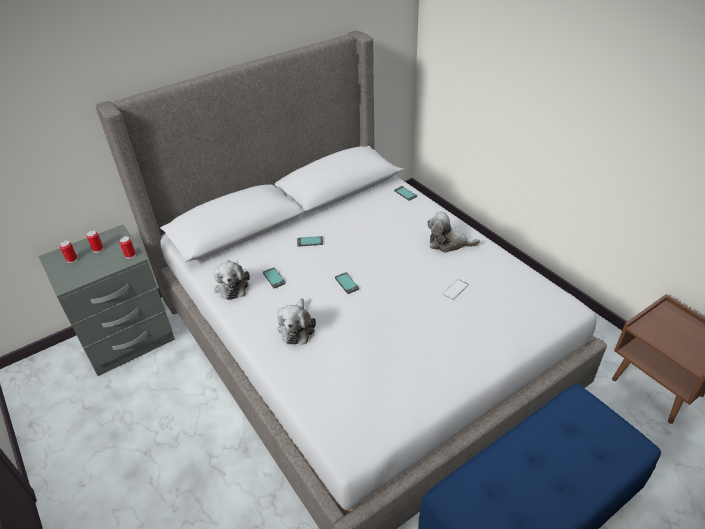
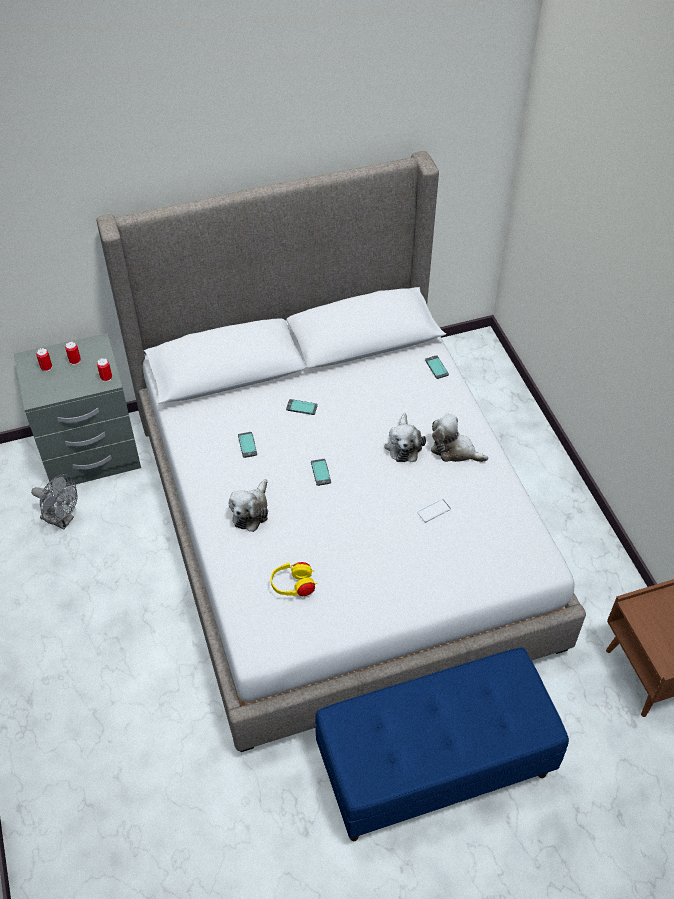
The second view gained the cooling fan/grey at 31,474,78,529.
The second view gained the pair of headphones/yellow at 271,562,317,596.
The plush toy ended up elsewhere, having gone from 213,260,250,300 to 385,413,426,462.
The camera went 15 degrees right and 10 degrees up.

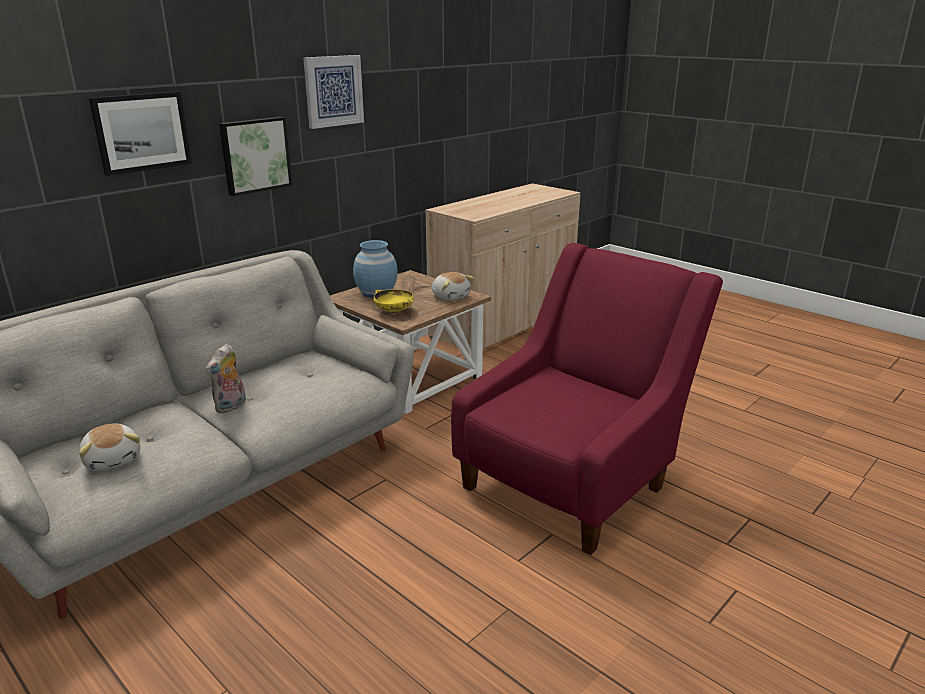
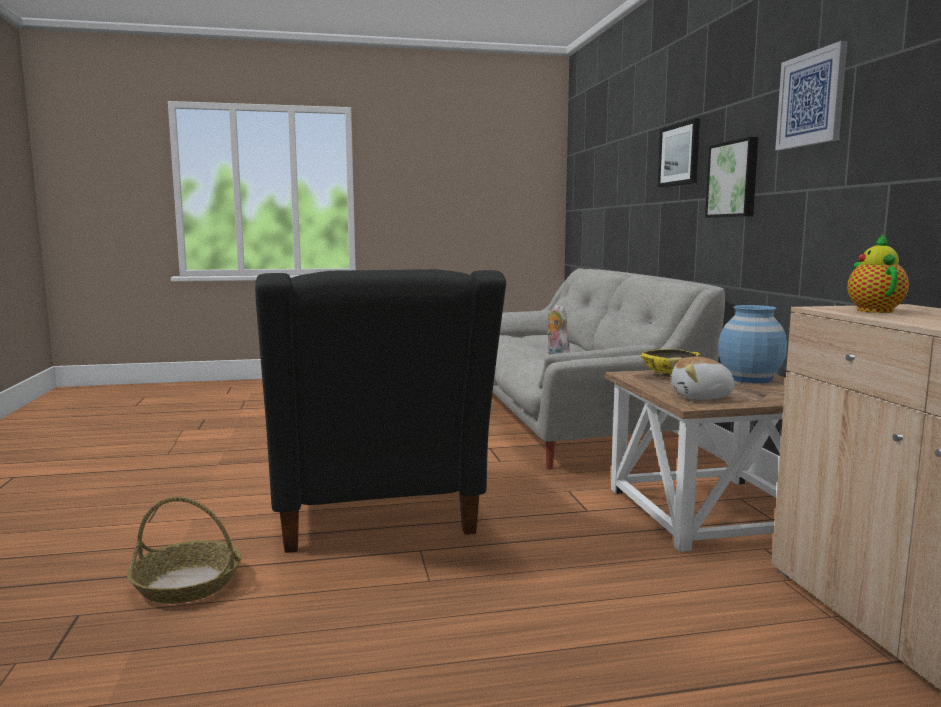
The second view lost the plush toy at 79,423,140,471.
The second view gained the storage basket at 127,497,242,604.
The second view gained the pot for tea at 847,234,909,313.
What was the lounge chair/reddish at 451,243,723,555 turned into the lounge chair/black at 255,269,506,553.
The camera went 125 degrees right and 15 degrees down.

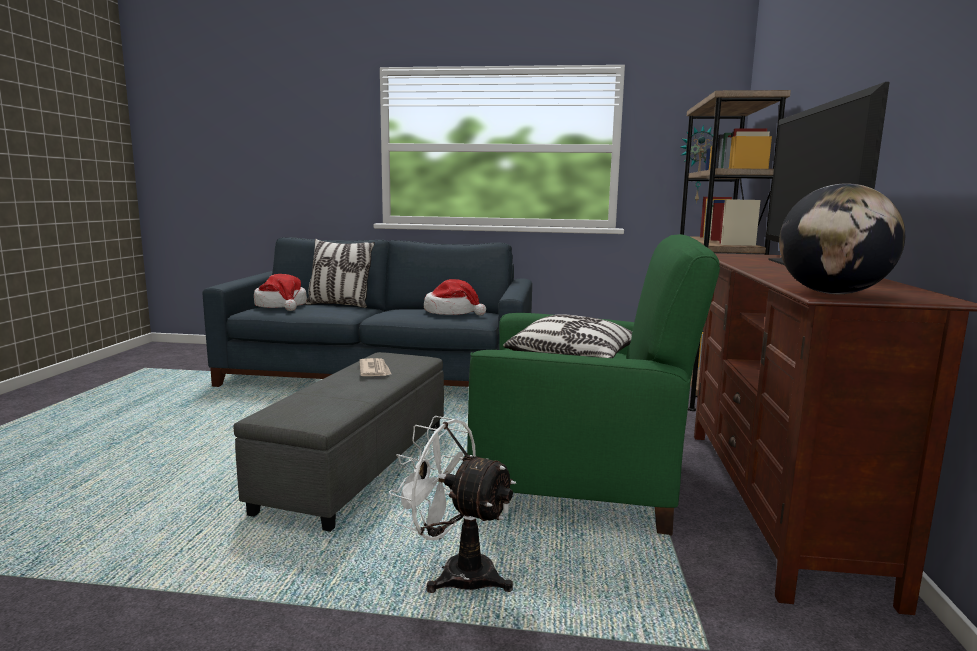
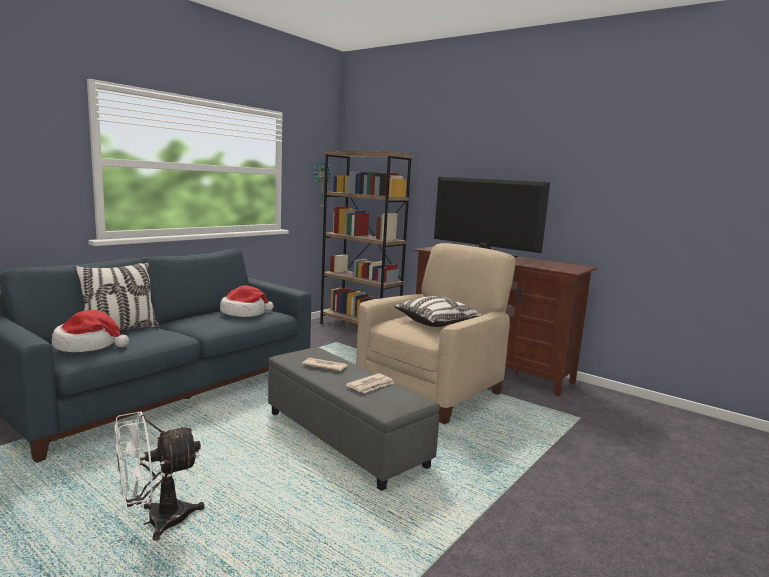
The second view lost the world globe at 779,183,905,294.
The second view gained the newspaper at 346,373,394,393.
The cooling fan/white ended up elsewhere, having gone from 389,416,516,593 to 115,411,205,541.
What was the lounge chair/green-coloured at 467,234,720,535 turned into the lounge chair/sand-coloured at 356,243,516,424.
The camera went 60 degrees left and 0 degrees up.

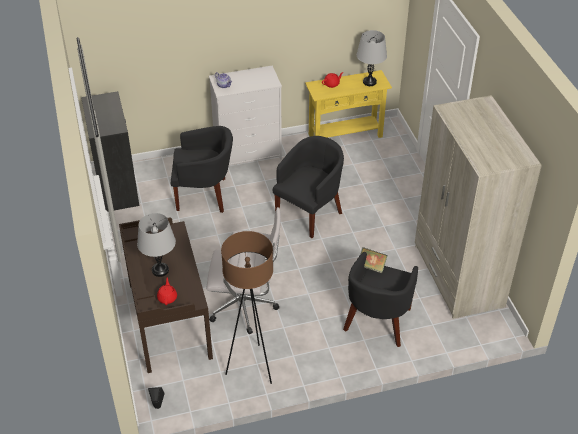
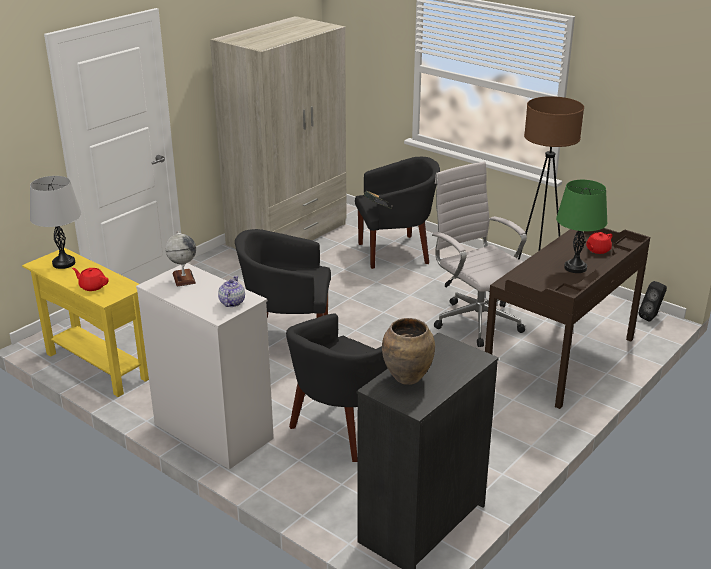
The second view gained the world globe at 165,231,196,287.
The second view gained the vase/brown-coloured at 382,318,435,385.
What was the lamp for a table/grey at 137,213,176,277 turned into the lamp for a table/green-coloured at 556,180,607,273.
The lounge chair/black at 170,126,233,213 ended up facing another way, 105 degrees counterclockwise from before.
The camera went 125 degrees left and 15 degrees down.

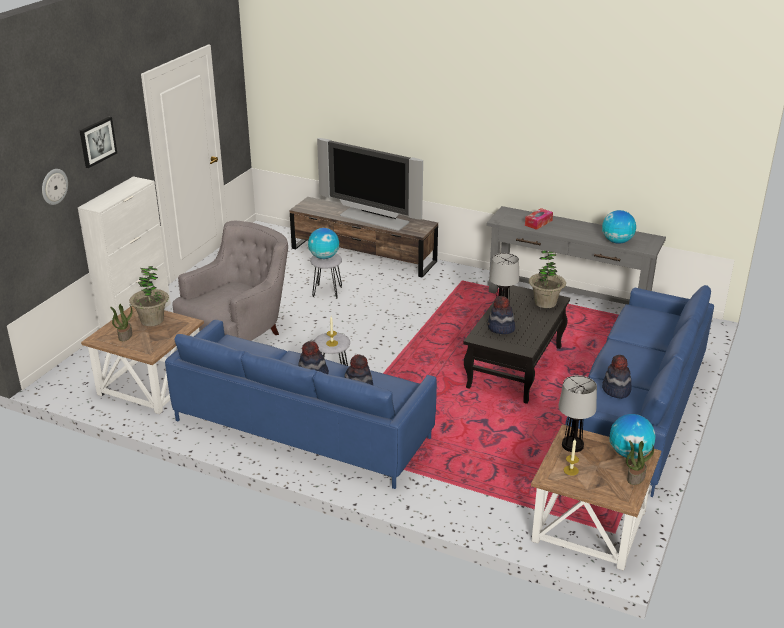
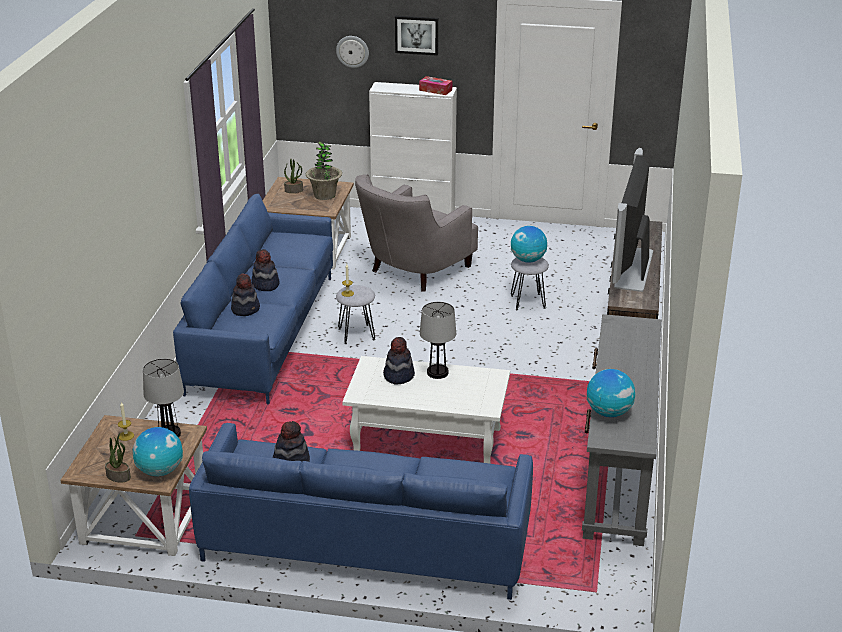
The second view lost the potted plant at 529,251,566,308.
The tissue holder ended up elsewhere, having gone from 525,208,553,230 to 419,76,452,95.
What was the low table/black at 463,285,570,404 turned into the low table/white at 342,356,510,464.
The lounge chair/grey at 172,221,288,341 ended up facing another way, 105 degrees clockwise from before.
The camera went 75 degrees right and 0 degrees up.

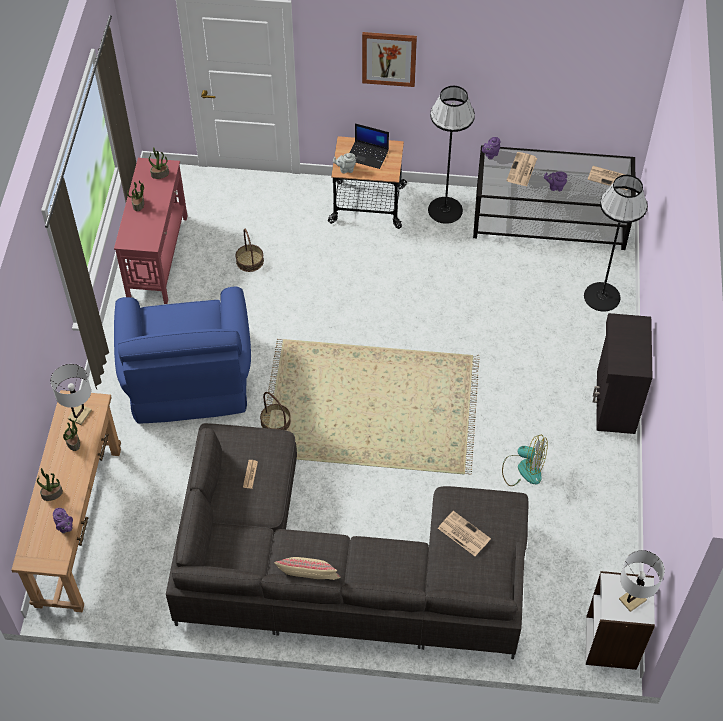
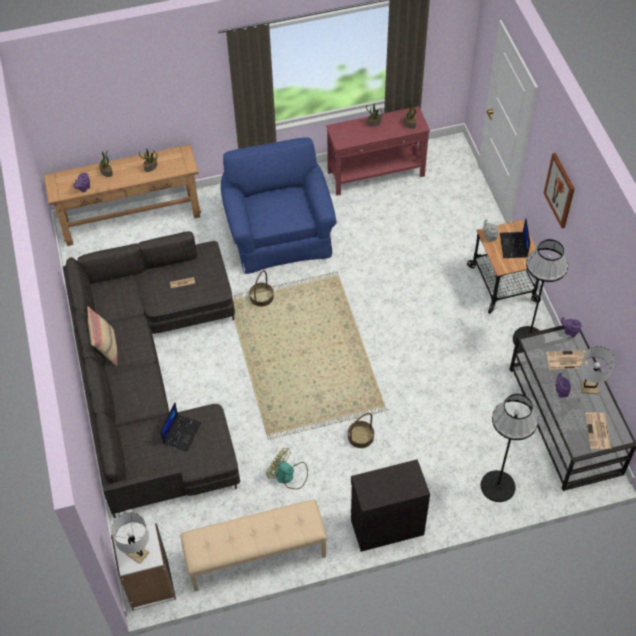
The second view gained the bench/sand-coloured at 180,500,327,591.
The lamp for a table/white ended up elsewhere, having gone from 50,364,92,425 to 580,346,615,394.
The storage basket ended up elsewhere, having gone from 235,228,264,272 to 348,413,374,448.
Where the newspaper stood at 438,511,491,556, the notebook computer came to stand at 160,403,201,451.
The lounge chair/blue-coloured at 114,287,251,423 ended up facing another way, 105 degrees clockwise from before.
The cooling fan at 502,434,548,486 ended up facing another way, 120 degrees clockwise from before.
The camera went 70 degrees right and 0 degrees up.

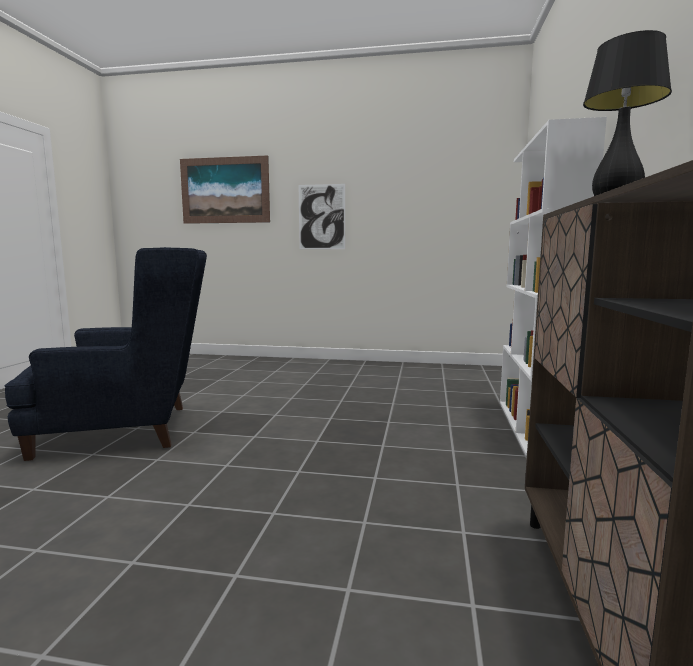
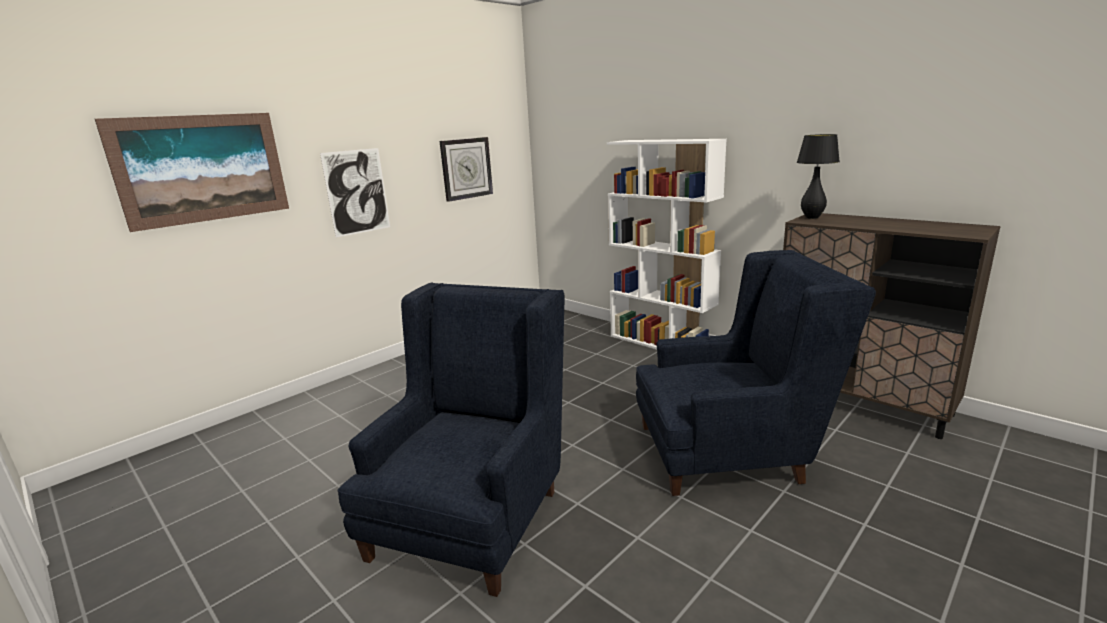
The second view gained the hanging clock at 440,137,493,202.
The second view gained the lounge chair/blue-coloured at 636,250,876,496.
The camera went 55 degrees left and 10 degrees up.

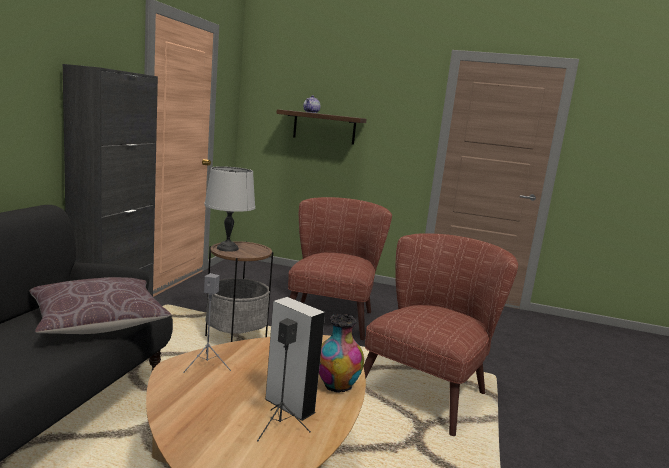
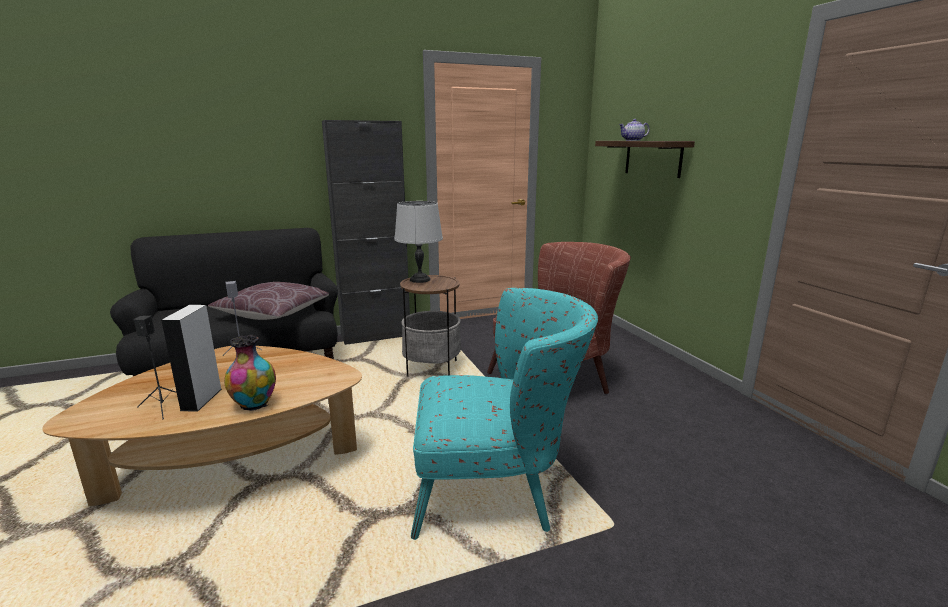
What was the lounge chair/brown-coloured at 363,234,518,436 turned into the lounge chair/turquoise-coloured at 411,288,598,540.
The camera went 55 degrees right and 5 degrees up.

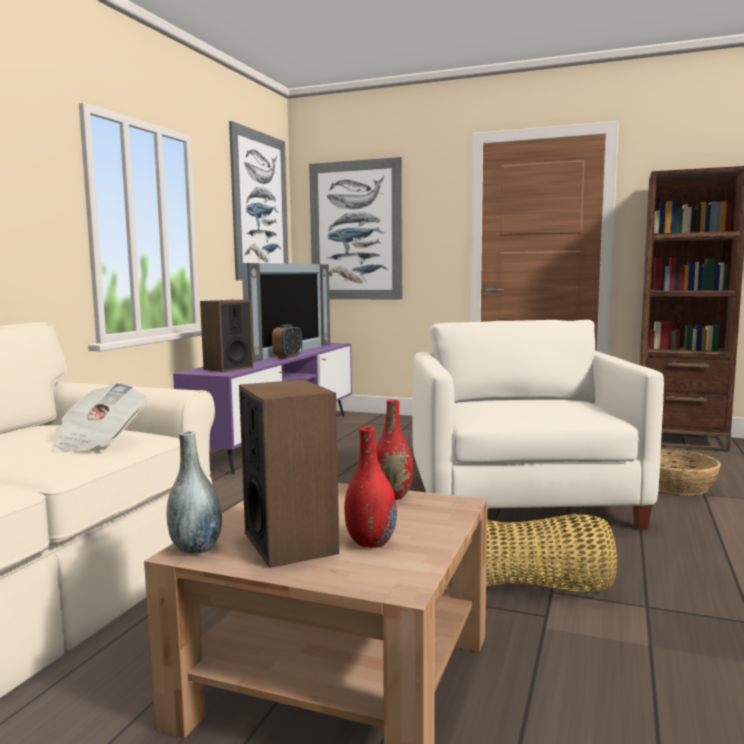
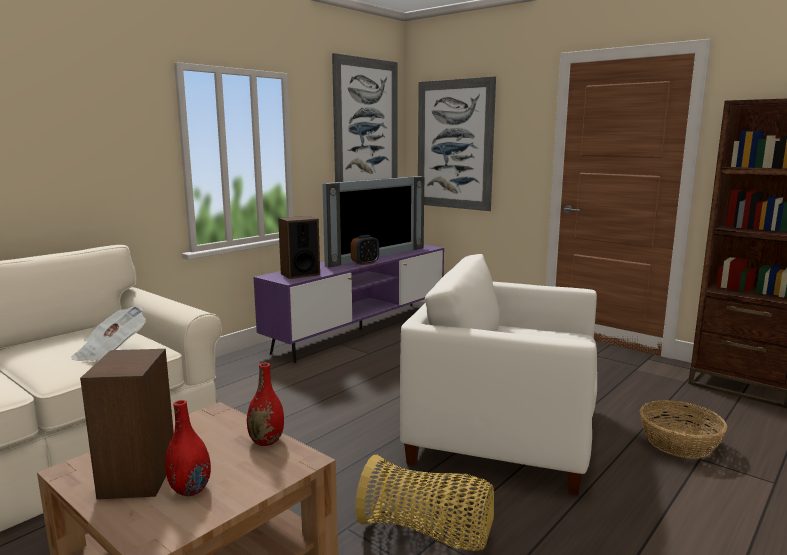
The second view lost the vase/grey at 167,431,222,555.
The lounge chair/white at 413,320,664,530 ended up facing another way, 90 degrees counterclockwise from before.
The camera went 20 degrees right and 5 degrees up.

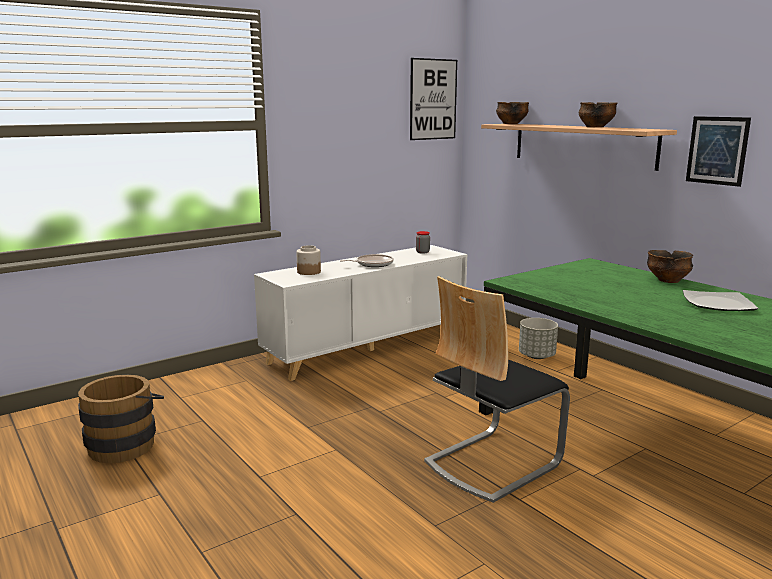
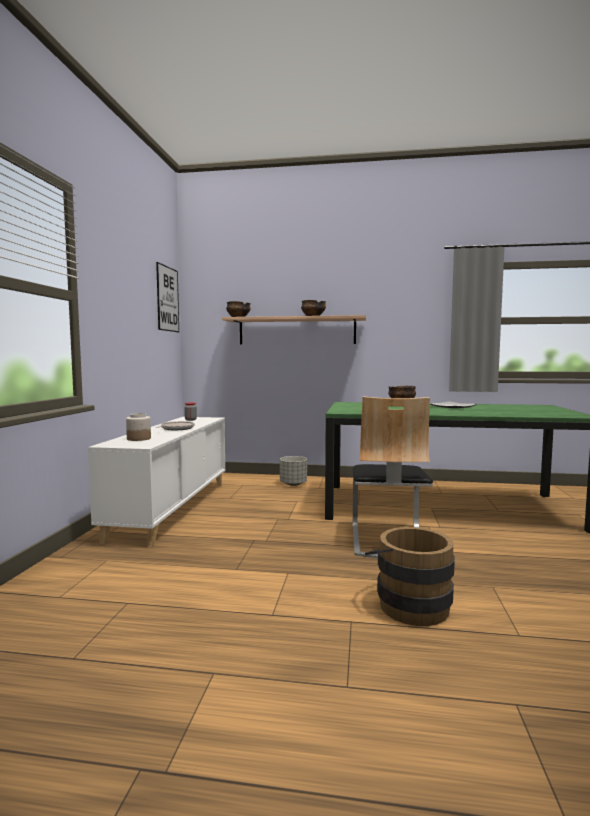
The second view lost the picture at 686,116,751,187.
The water bucket/brown-coloured ended up elsewhere, having gone from 78,375,164,463 to 365,527,455,626.
The camera went 45 degrees left and 10 degrees down.

